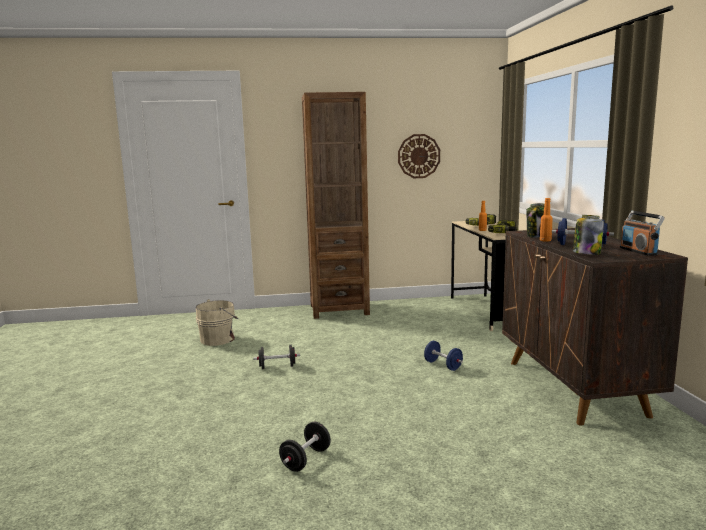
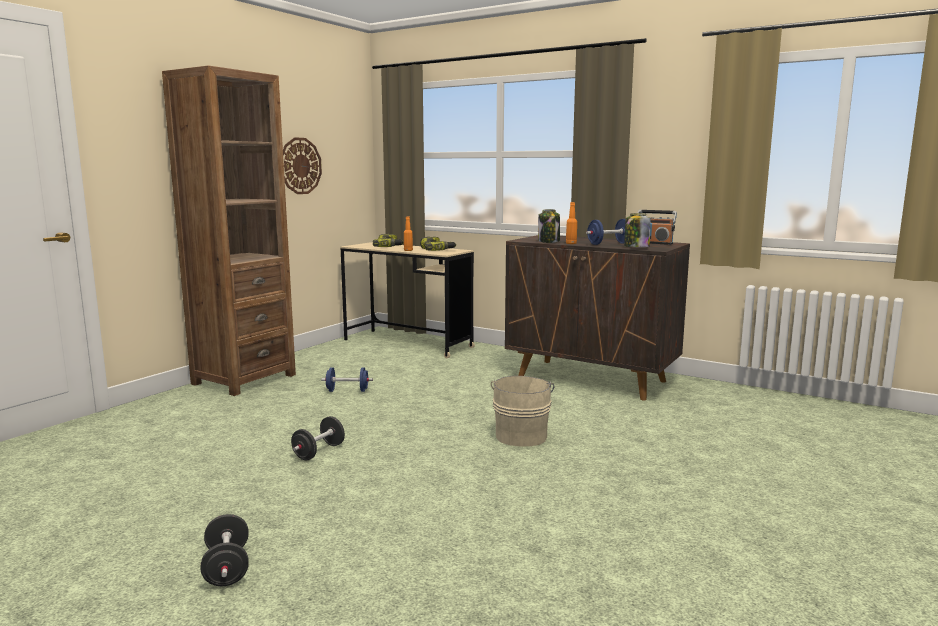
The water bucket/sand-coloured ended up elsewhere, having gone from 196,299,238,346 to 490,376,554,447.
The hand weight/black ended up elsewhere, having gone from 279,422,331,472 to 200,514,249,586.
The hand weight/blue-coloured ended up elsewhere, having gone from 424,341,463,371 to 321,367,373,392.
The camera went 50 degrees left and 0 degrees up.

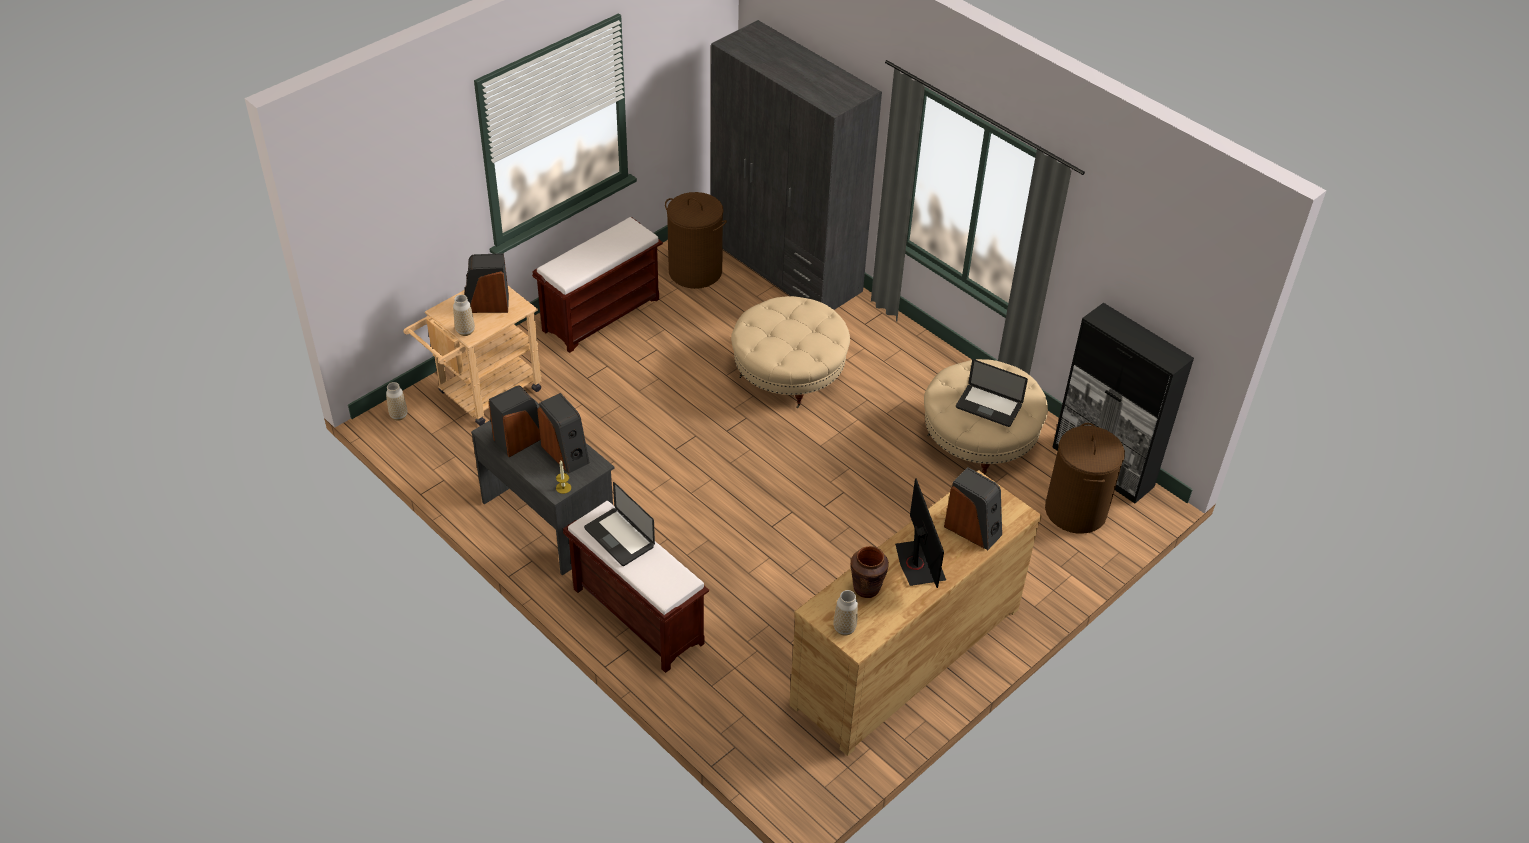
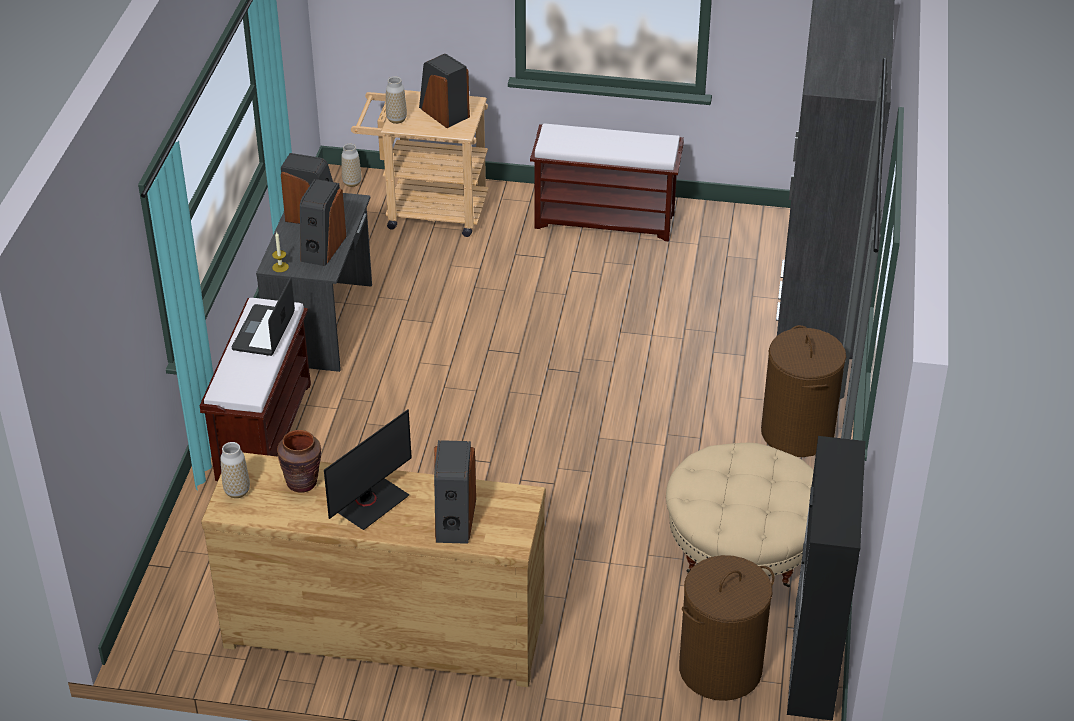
The second view lost the pouffe/sand-coloured at 731,296,850,408.
The second view lost the notebook computer at 956,359,1028,427.
The laundry basket/brown-coloured ended up elsewhere, having gone from 665,192,727,289 to 761,325,846,457.
The camera went 55 degrees right and 5 degrees down.

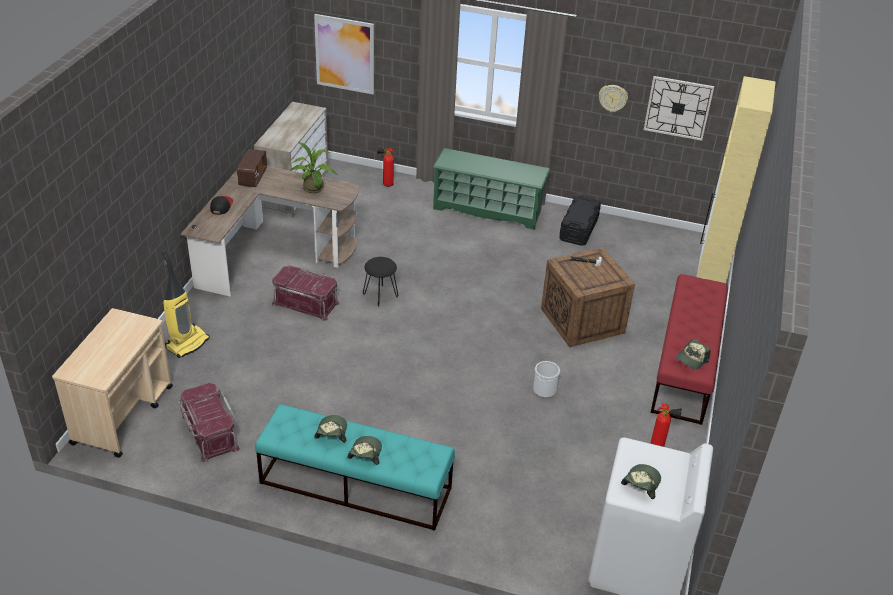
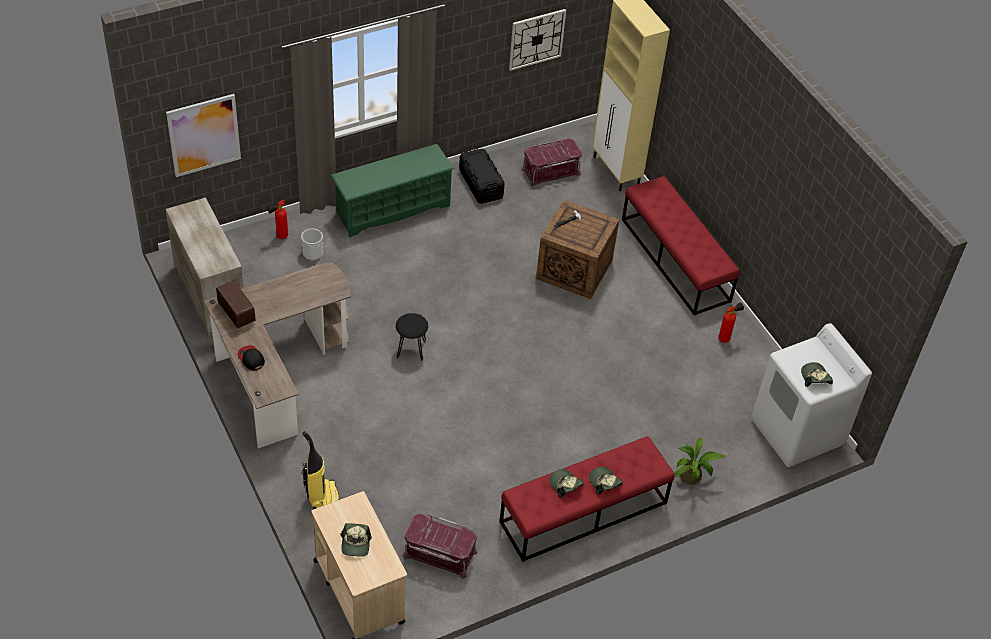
The second view lost the hanging clock at 599,85,628,112.
The storage bin/reddish ended up elsewhere, having gone from 272,265,340,321 to 521,138,582,187.
The potted plant ended up elsewhere, having gone from 290,142,338,193 to 674,438,725,485.
The water bucket ended up elsewhere, having gone from 533,361,560,398 to 301,228,323,260.
The baseball cap ended up elsewhere, having gone from 676,339,711,369 to 340,523,372,557.
What was the bench/turquoise-coloured at 255,404,455,531 turned into the bench/reddish at 500,436,674,562.
The camera went 45 degrees left and 10 degrees up.

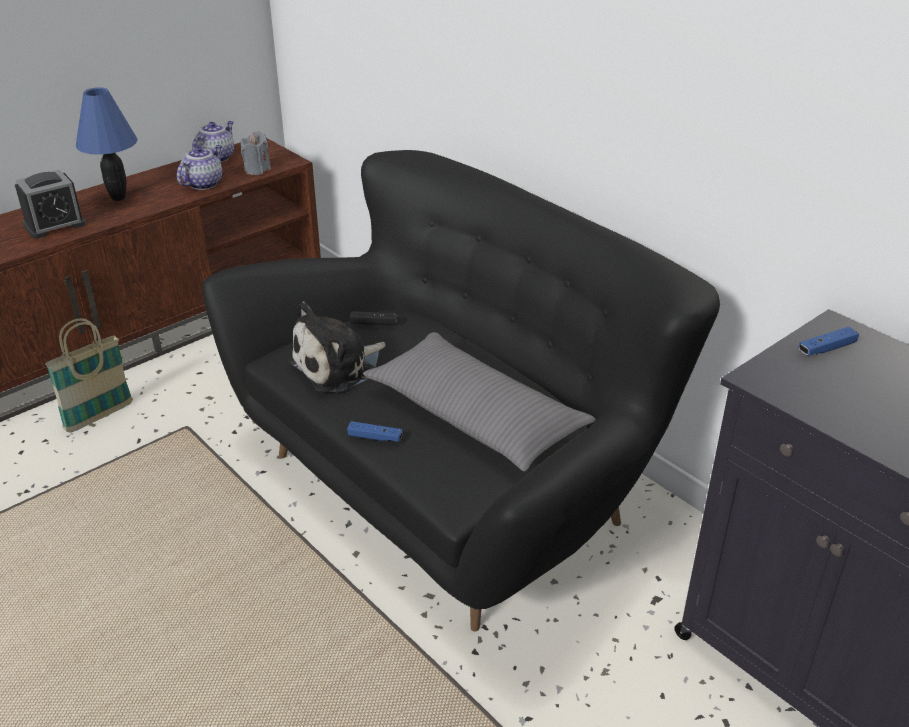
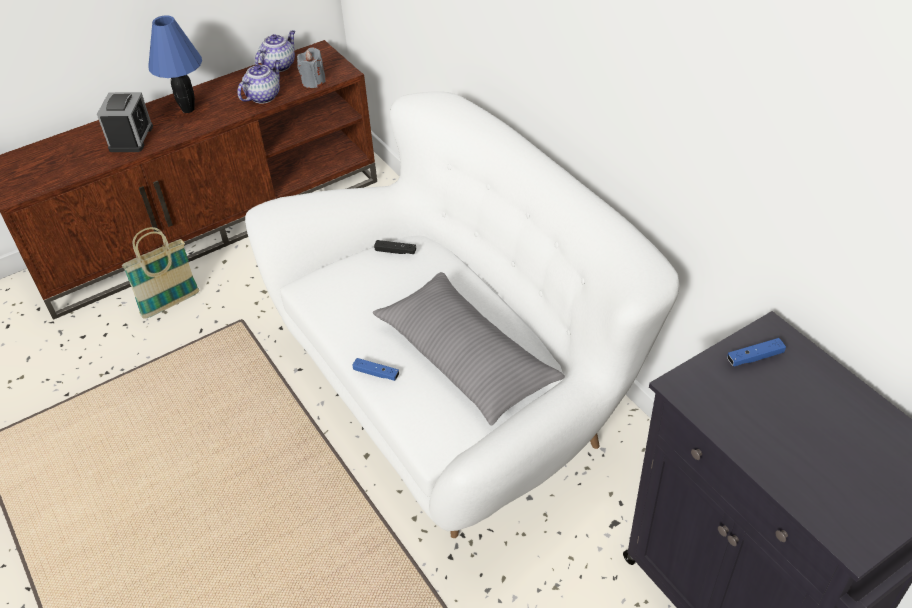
The second view lost the plush toy at 289,301,386,392.
What was the settee/black at 203,150,720,632 turned into the settee/white at 245,91,680,538.
The table clock at 15,170,86,239 ended up facing another way, 60 degrees counterclockwise from before.
The camera went 10 degrees right and 10 degrees up.

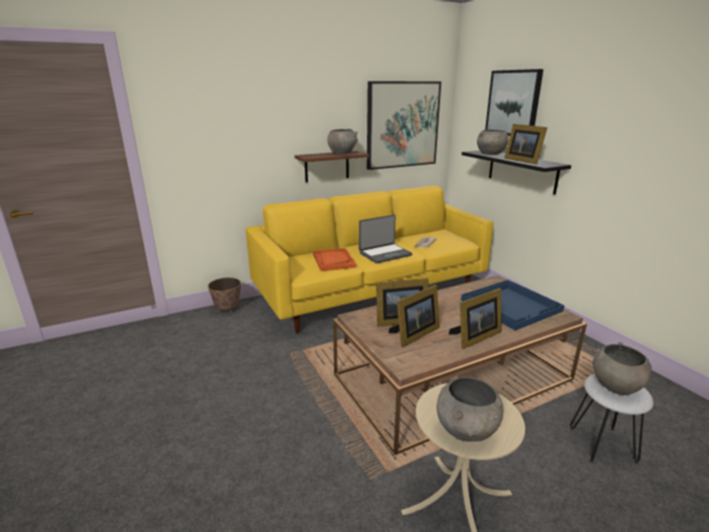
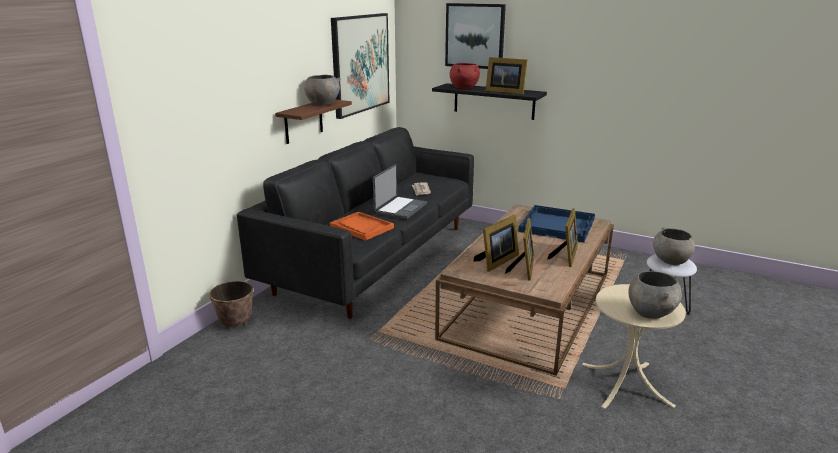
What was the settee/yellow at 246,186,493,333 turned into the settee/black at 237,127,474,319.
What was the serving bowl/grey at 477,130,509,155 turned into the serving bowl/reddish at 450,63,480,89.
The camera went 35 degrees left and 0 degrees up.

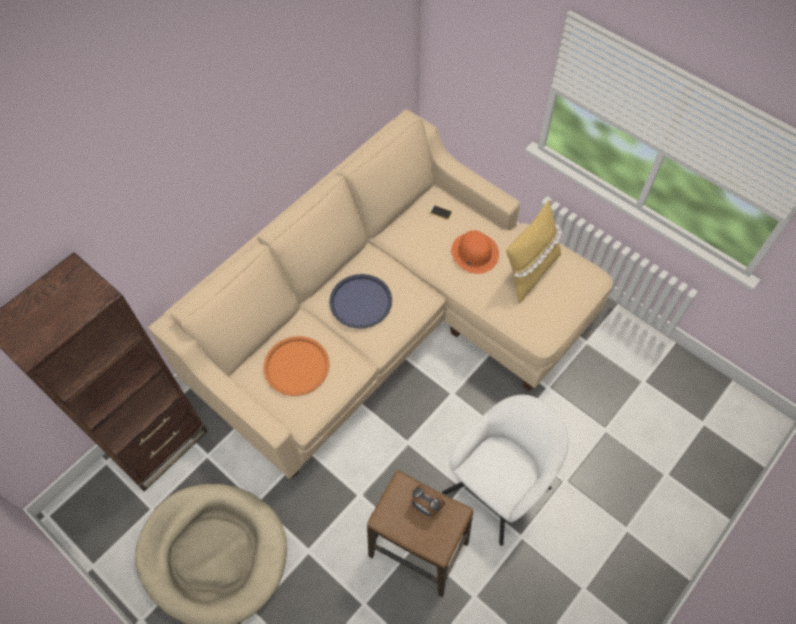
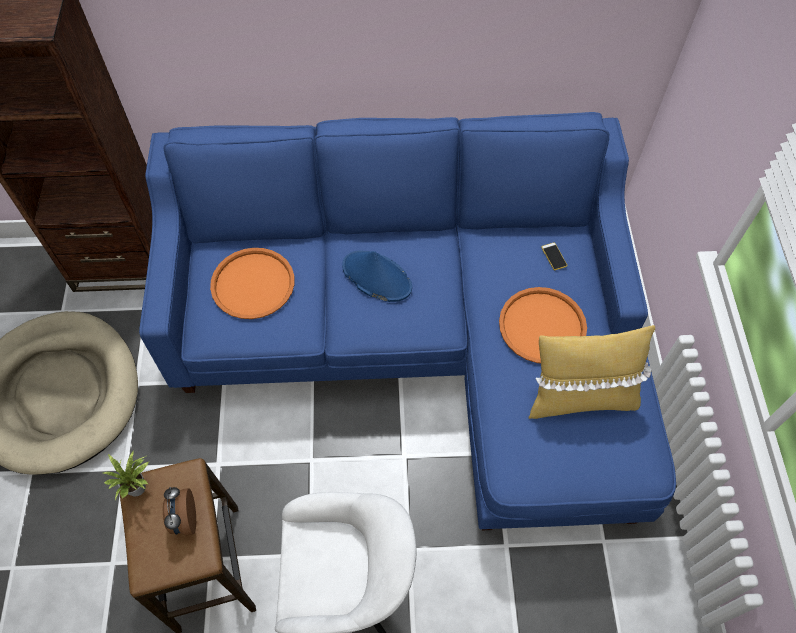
The second view gained the potted plant at 103,452,150,500.
Where the serving tray/blue-coloured stood at 329,274,392,329, the hat/blue-coloured came to stand at 342,251,412,302.
Where the hat/orangey stood at 451,230,499,274, the serving tray/orangey came to stand at 499,287,587,363.
What was the settee/sand-coloured at 148,109,613,479 turned into the settee/blue-coloured at 139,112,676,530.
The camera went 45 degrees right and 0 degrees up.

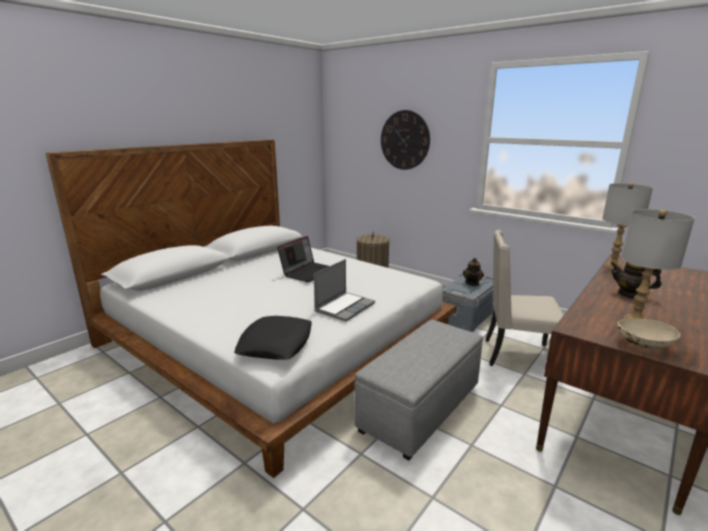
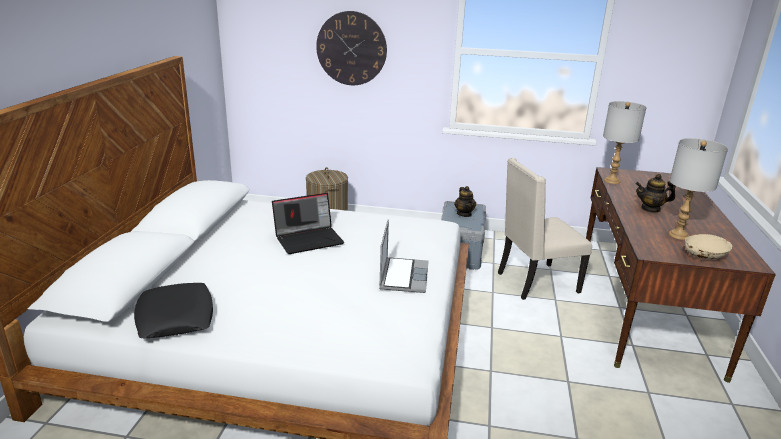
The second view lost the pouffe/grey at 354,320,483,460.
The cushion/black ended up elsewhere, having gone from 234,316,312,360 to 134,283,213,338.
The notebook computer at 277,236,329,282 ended up facing another way, 60 degrees clockwise from before.
The camera went 30 degrees left and 5 degrees up.

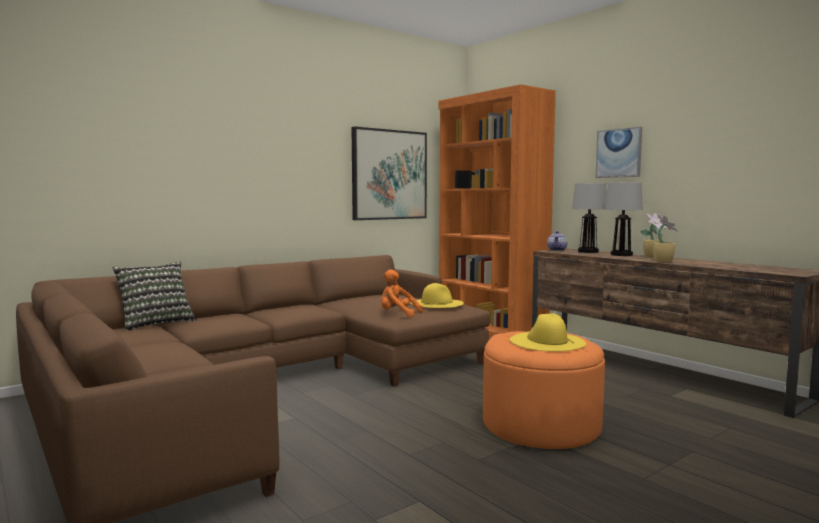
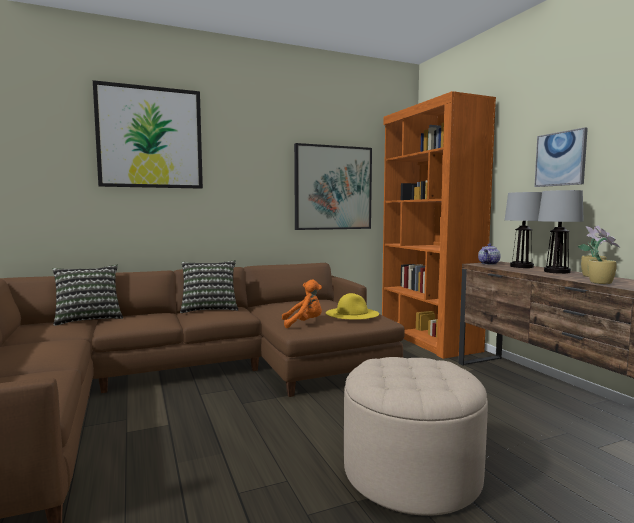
The second view lost the hat/yellow at 510,313,586,351.
The second view gained the picture at 93,80,203,189.
The second view gained the cushion at 180,260,238,313.
What was the pouffe/orangey at 483,331,605,449 turned into the pouffe/sand-coloured at 344,357,488,516.
The plush toy/orangey at 381,269,423,317 ended up facing another way, 135 degrees clockwise from before.
The camera went 15 degrees right and 0 degrees up.

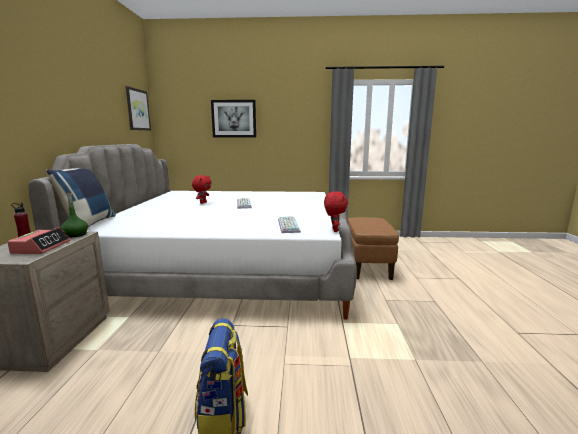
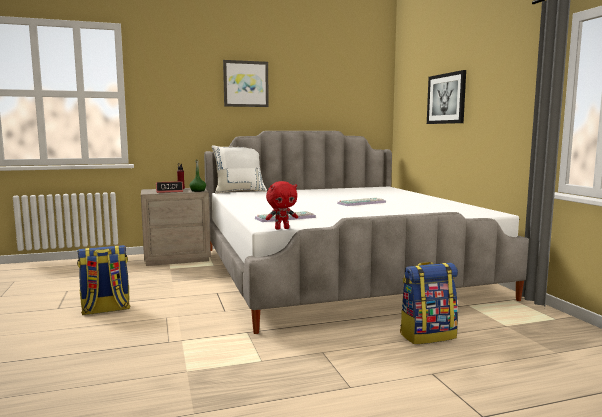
The second view lost the plush toy/reddish at 192,175,211,204.
The picture ended up elsewhere, having gone from 126,86,151,131 to 223,60,269,107.
Where the pouffe/brown-coloured stood at 348,217,399,280, the knapsack came to stand at 400,262,458,344.
What was the cushion/blue-coloured at 46,168,116,227 turned into the cushion/white at 211,145,267,194.
The camera went 70 degrees right and 5 degrees down.

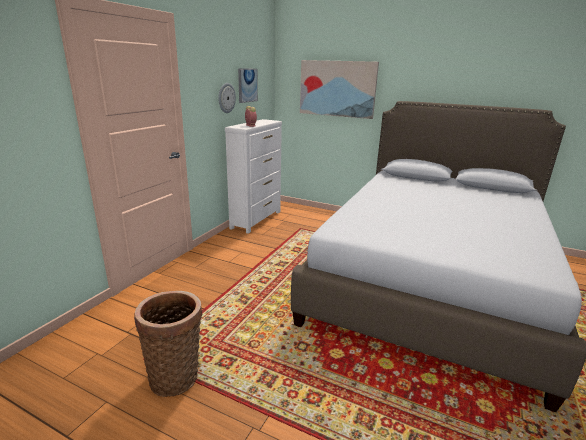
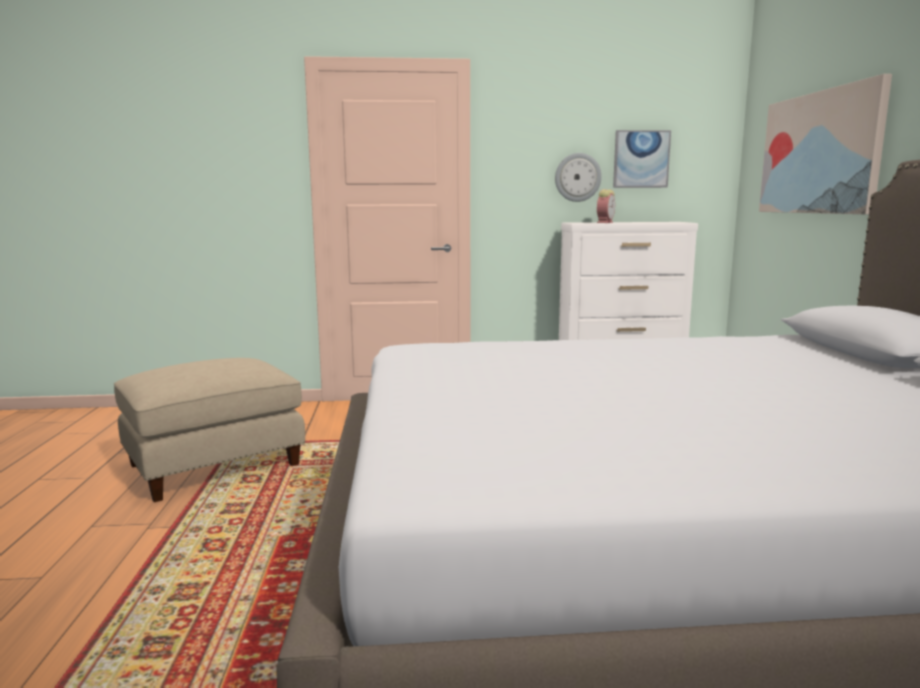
Where the storage basket stood at 134,291,202,397, the pouffe/sand-coloured came to stand at 114,358,305,502.
The camera went 60 degrees right and 10 degrees down.

